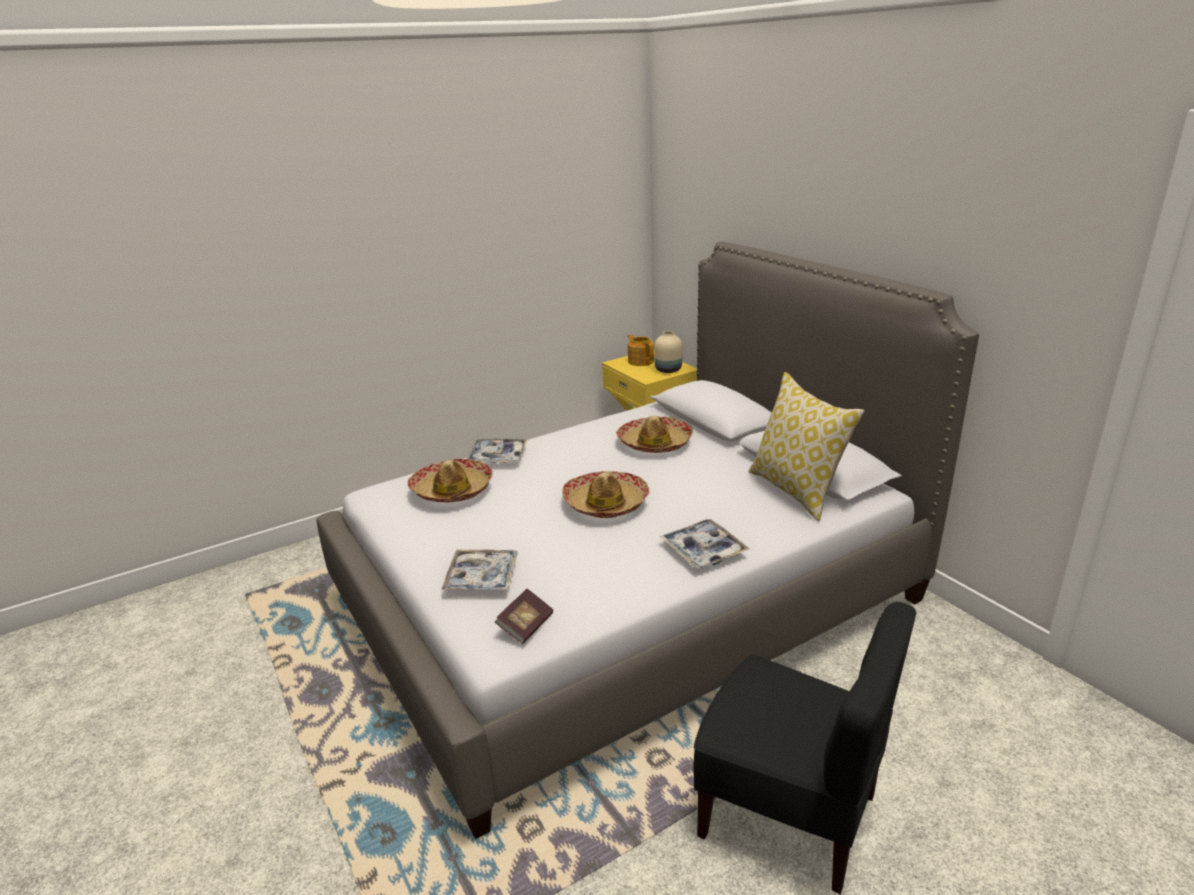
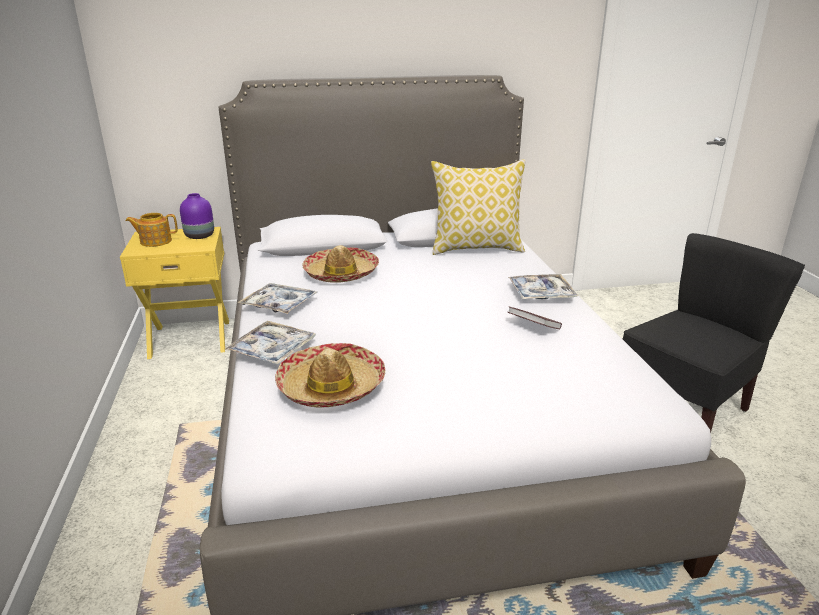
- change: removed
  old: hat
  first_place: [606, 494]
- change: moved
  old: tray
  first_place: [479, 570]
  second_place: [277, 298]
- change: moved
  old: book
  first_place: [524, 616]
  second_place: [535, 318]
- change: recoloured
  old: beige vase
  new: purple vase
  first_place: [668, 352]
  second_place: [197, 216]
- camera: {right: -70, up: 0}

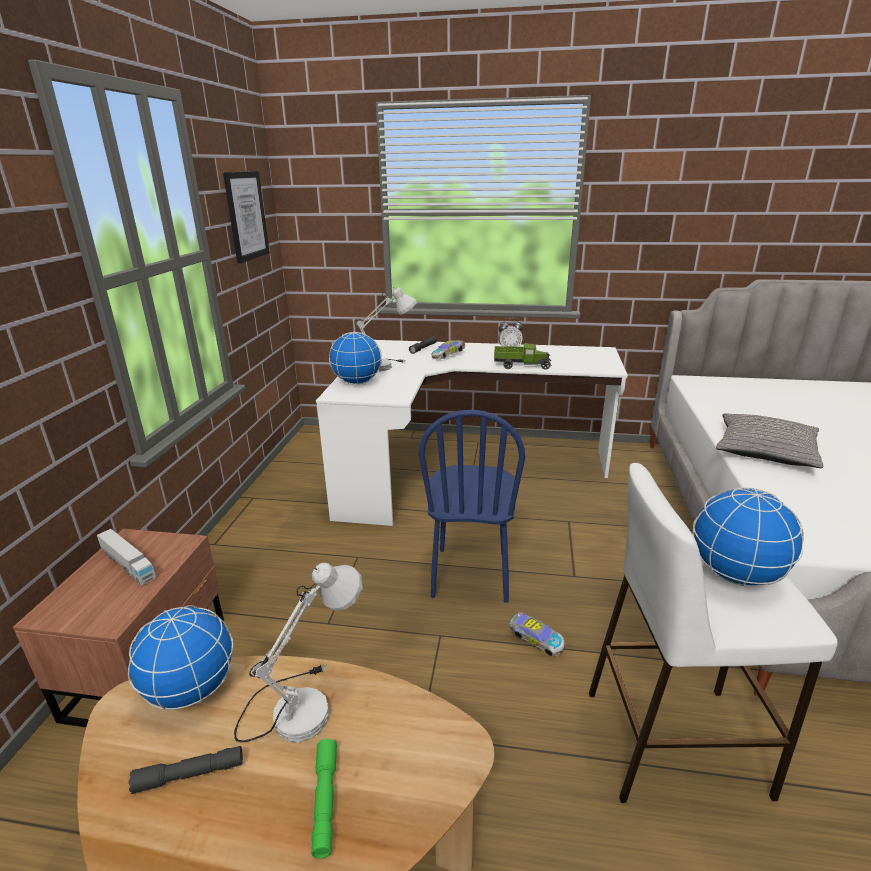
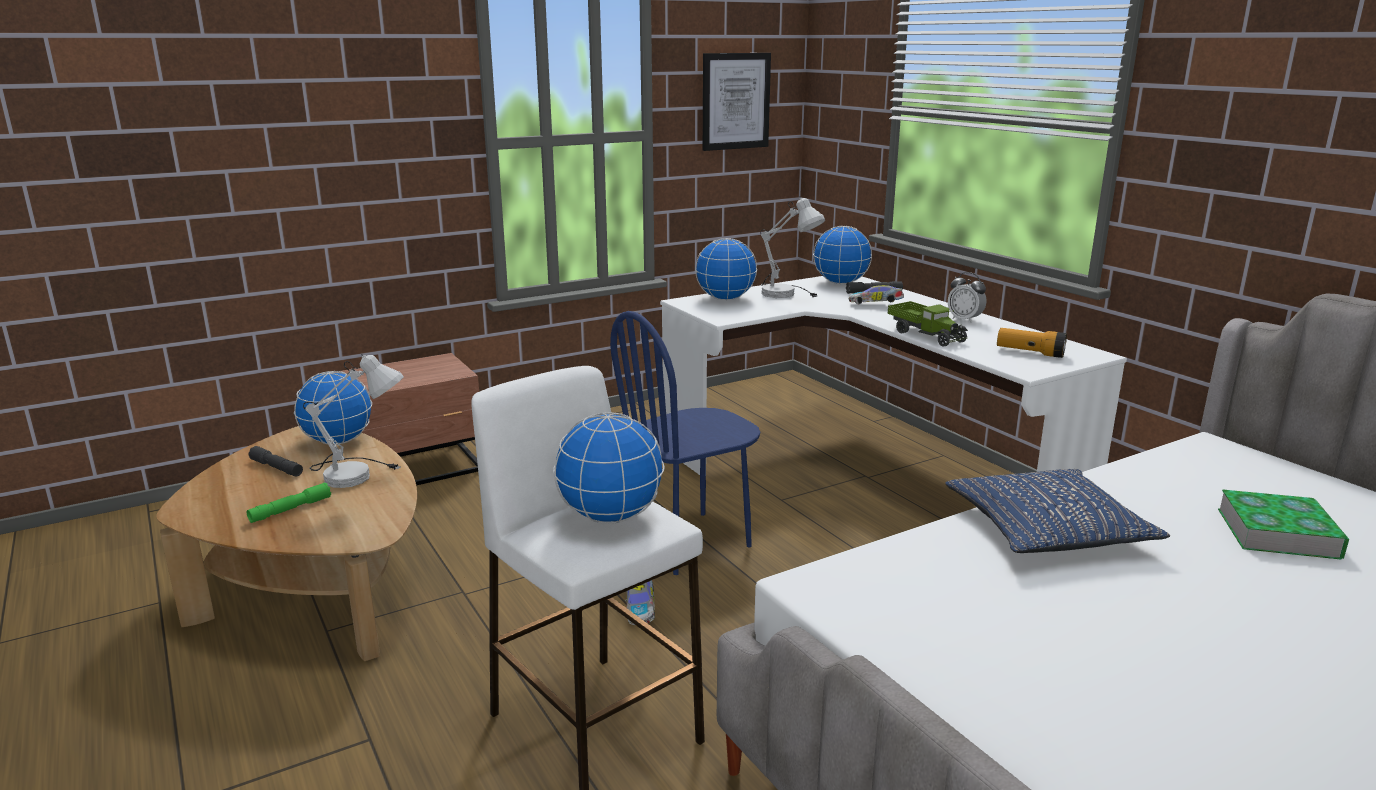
- change: removed
  old: toy truck
  first_place: [126, 557]
- change: added
  new: globe
  second_place: [842, 255]
- change: added
  new: flashlight
  second_place: [1032, 343]
- change: added
  new: book
  second_place: [1283, 524]
- change: recoloured
  old: grey pillow
  new: blue pillow
  first_place: [769, 440]
  second_place: [1057, 511]
- camera: {right: 50, up: -5}

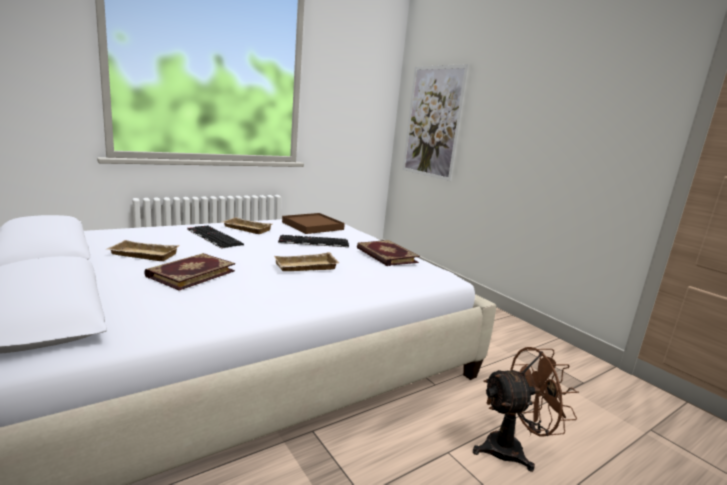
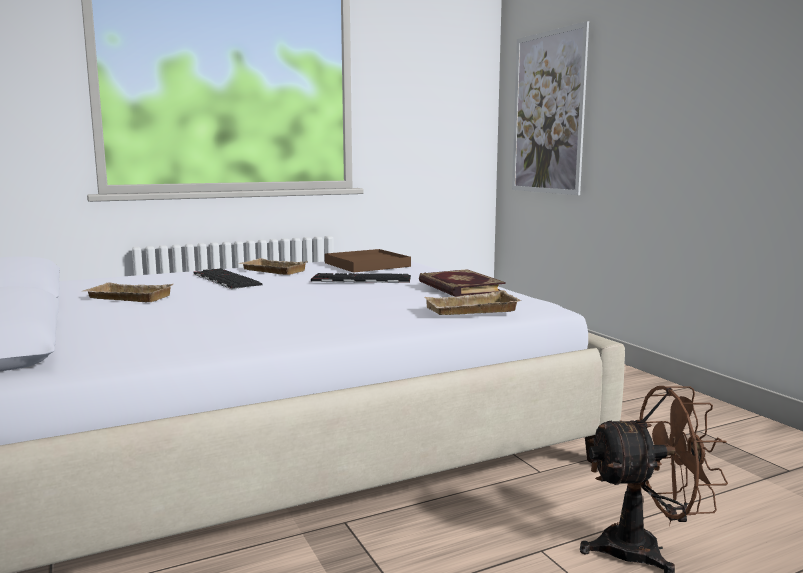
- change: removed
  old: book
  first_place: [189, 272]
- change: moved
  old: beige tray
  first_place: [306, 261]
  second_place: [473, 302]
- camera: {right: 10, up: -5}

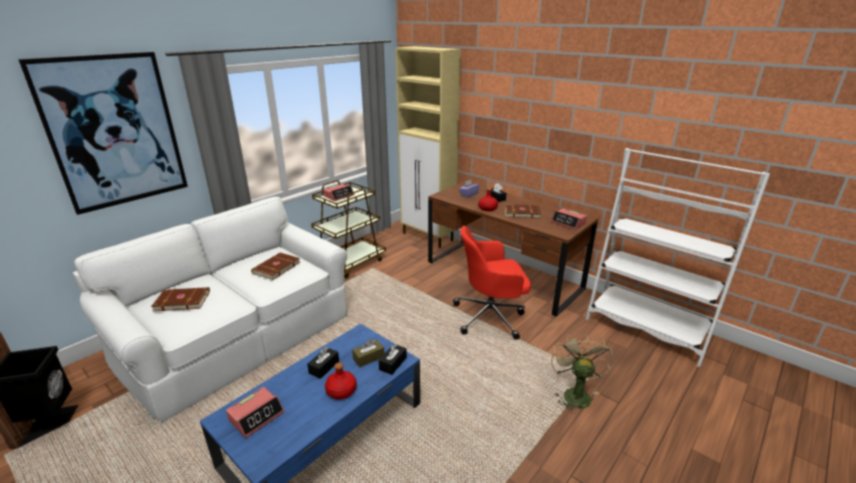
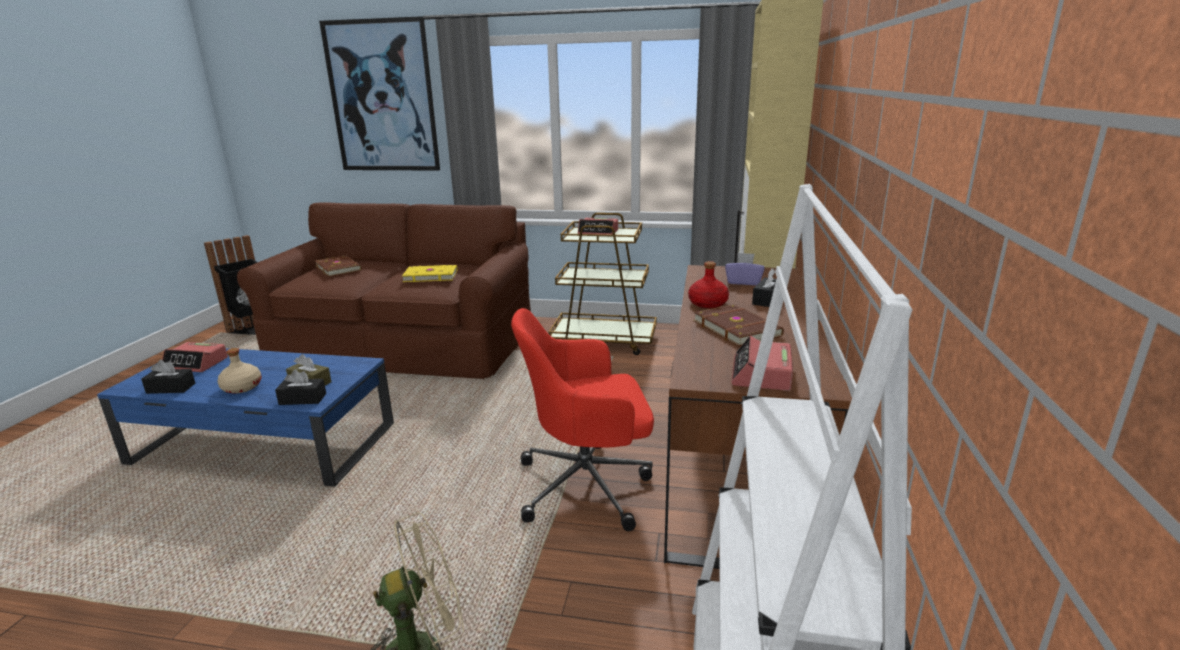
- change: moved
  old: black tissue box
  first_place: [323, 363]
  second_place: [168, 377]
- change: recoloured
  old: white sofa
  new: brown sofa
  first_place: [210, 310]
  second_place: [384, 291]
- change: recoloured
  old: brown book
  new: yellow book
  first_place: [275, 266]
  second_place: [429, 273]
- change: recoloured
  old: red bottle
  new: beige bottle
  first_place: [341, 381]
  second_place: [239, 371]
- change: turned
  old: red office chair
  first_place: [492, 283]
  second_place: [582, 419]
  degrees: -60
- camera: {right: 60, up: -5}

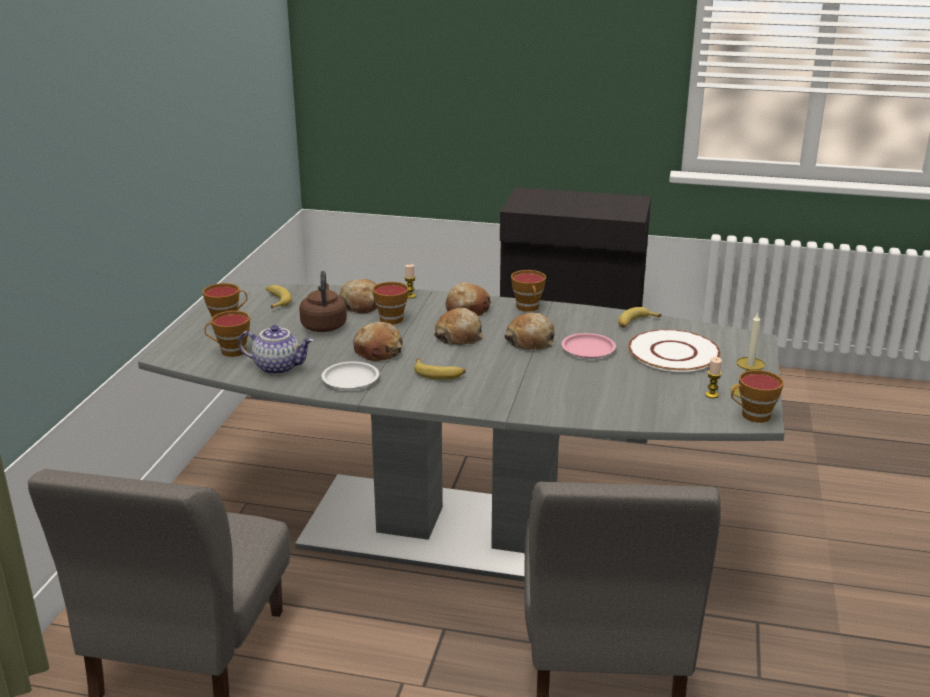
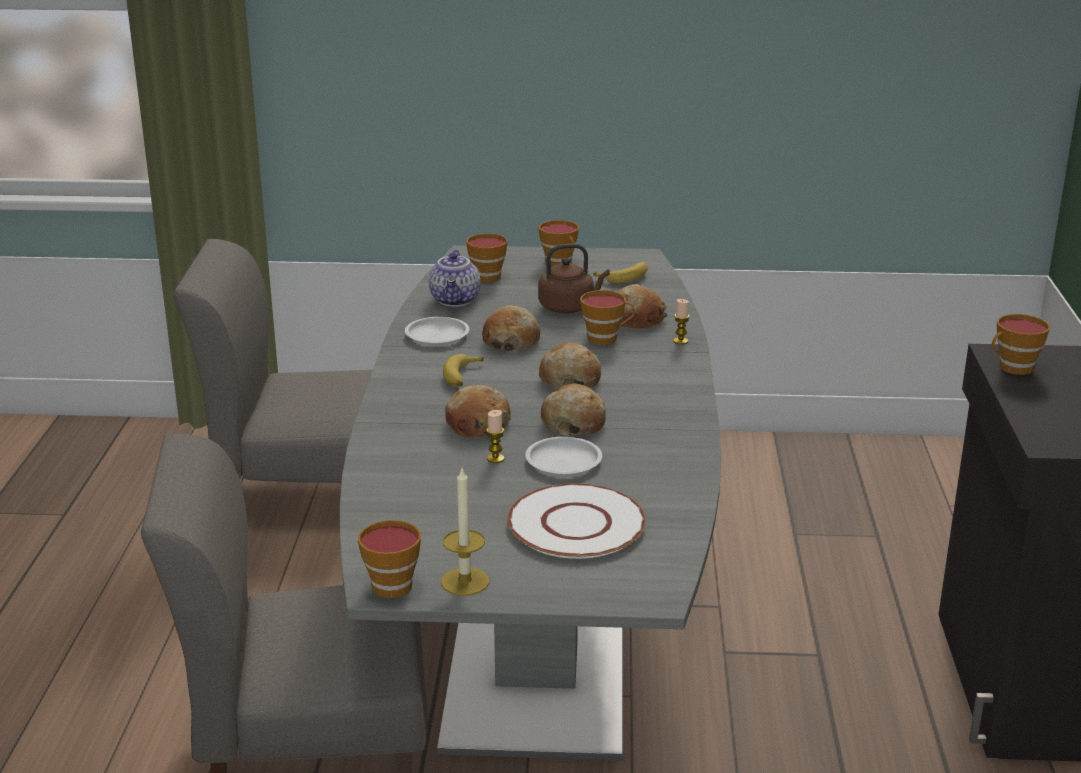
- change: removed
  old: banana
  first_place: [639, 317]
- change: moved
  old: bread
  first_place: [468, 299]
  second_place: [478, 411]
- change: moved
  old: cup
  first_place: [528, 291]
  second_place: [1021, 344]
- change: moved
  old: candle
  first_place: [713, 377]
  second_place: [495, 436]
- change: recoloured
  old: pink plate
  new: white plate
  first_place: [588, 345]
  second_place: [563, 456]
- camera: {right: 80, up: 0}

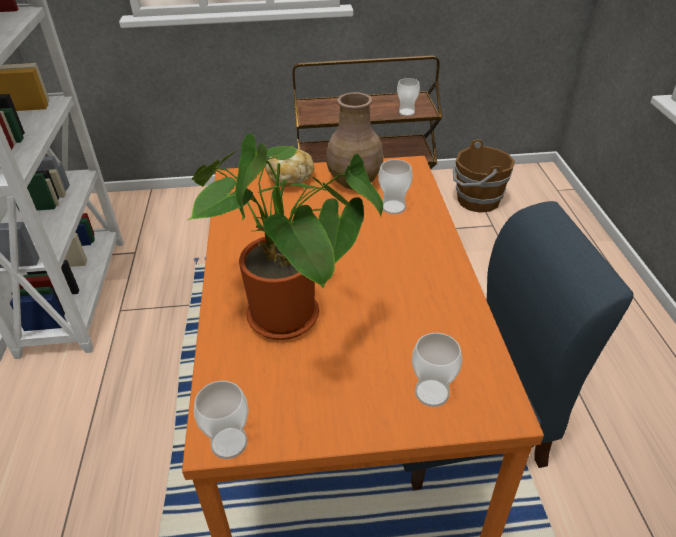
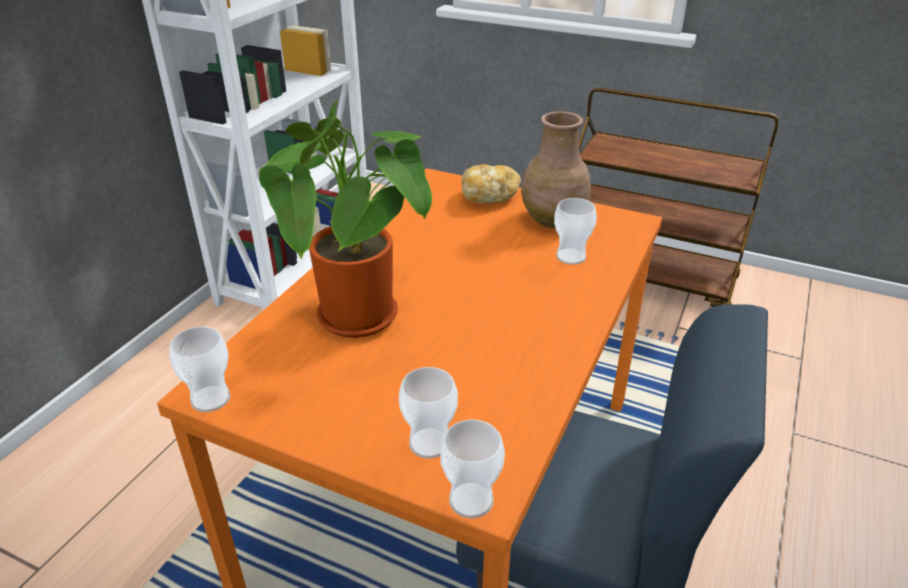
- change: removed
  old: brown bucket
  first_place: [484, 176]
- change: moved
  old: cup
  first_place: [408, 97]
  second_place: [472, 469]
- camera: {right: 30, up: -5}

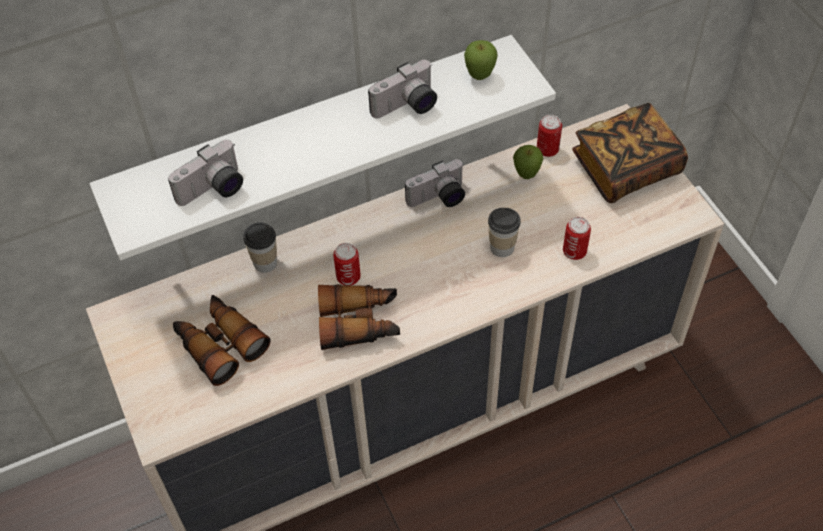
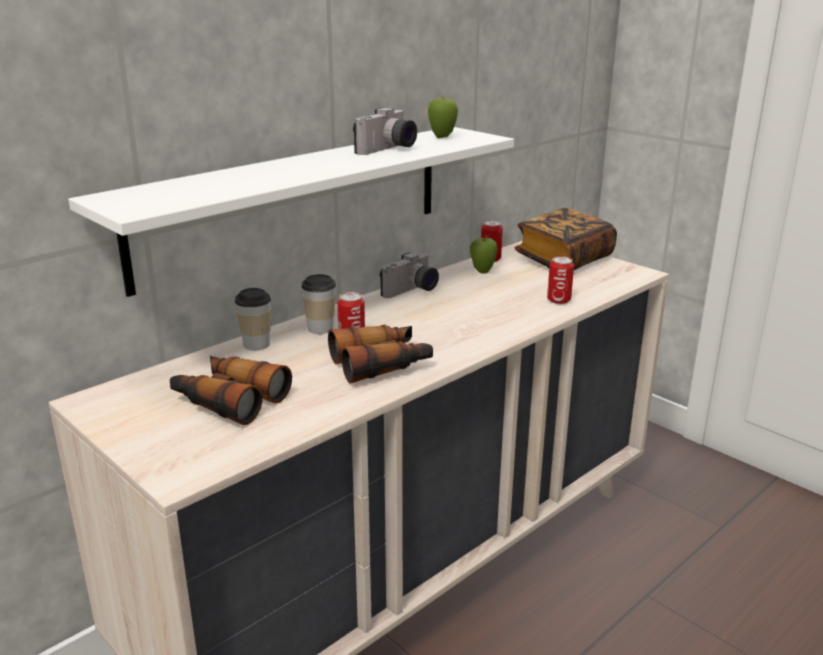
- change: removed
  old: photo camera
  first_place: [205, 173]
- change: moved
  old: cup
  first_place: [504, 232]
  second_place: [319, 304]
- camera: {right: -20, up: -30}

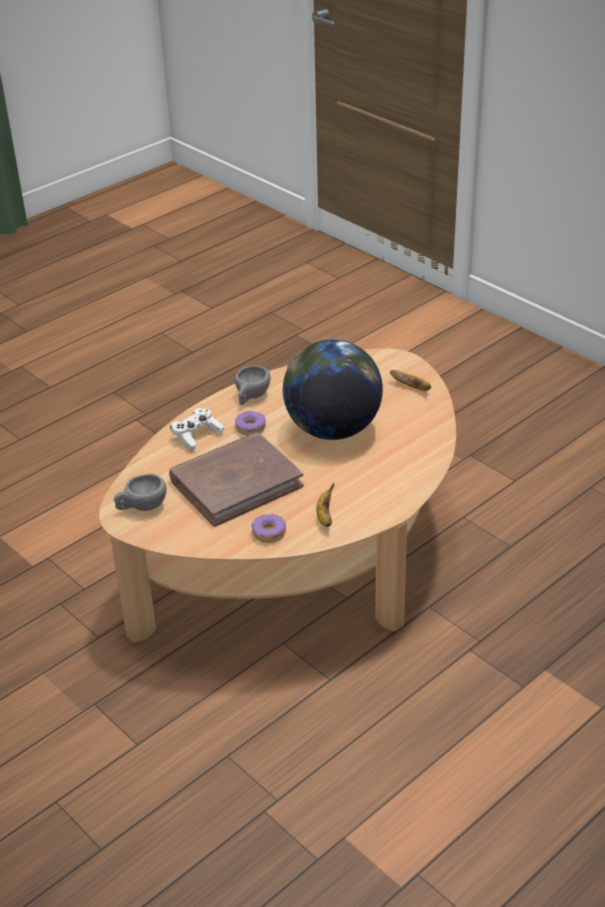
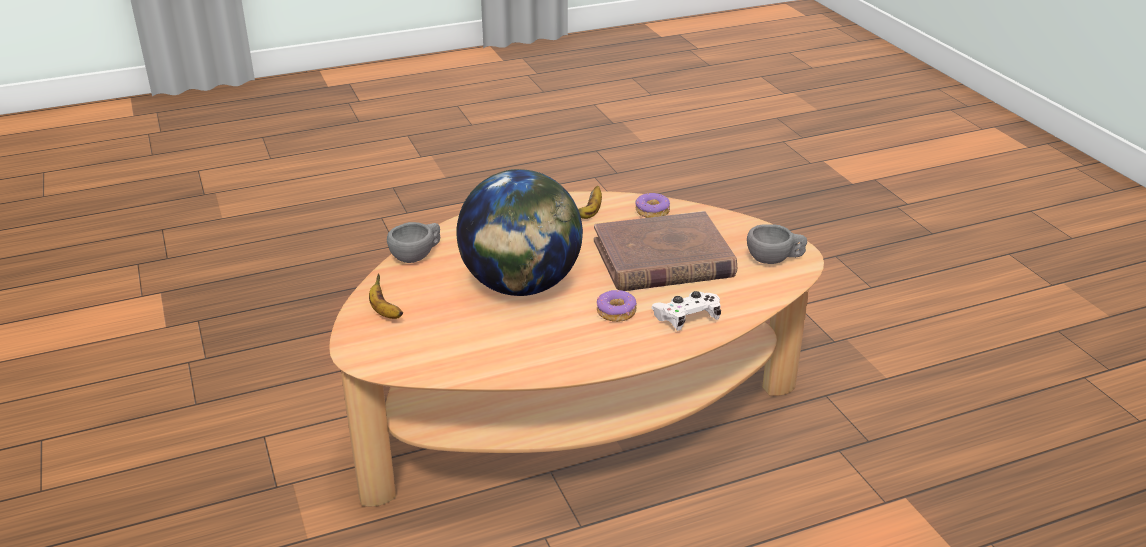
- change: moved
  old: grey cup
  first_place: [253, 385]
  second_place: [413, 242]
- camera: {right: -160, up: -5}

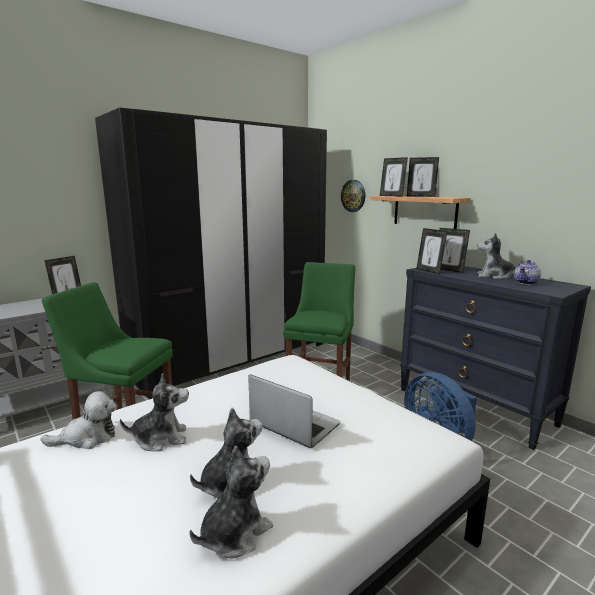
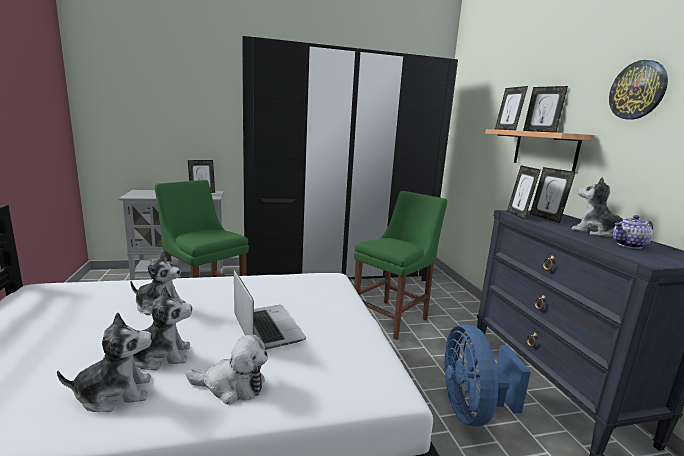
- change: moved
  old: plush toy
  first_place: [79, 420]
  second_place: [227, 369]
- change: moved
  old: wall clock
  first_place: [353, 196]
  second_place: [638, 89]
- camera: {right: 25, up: 0}

